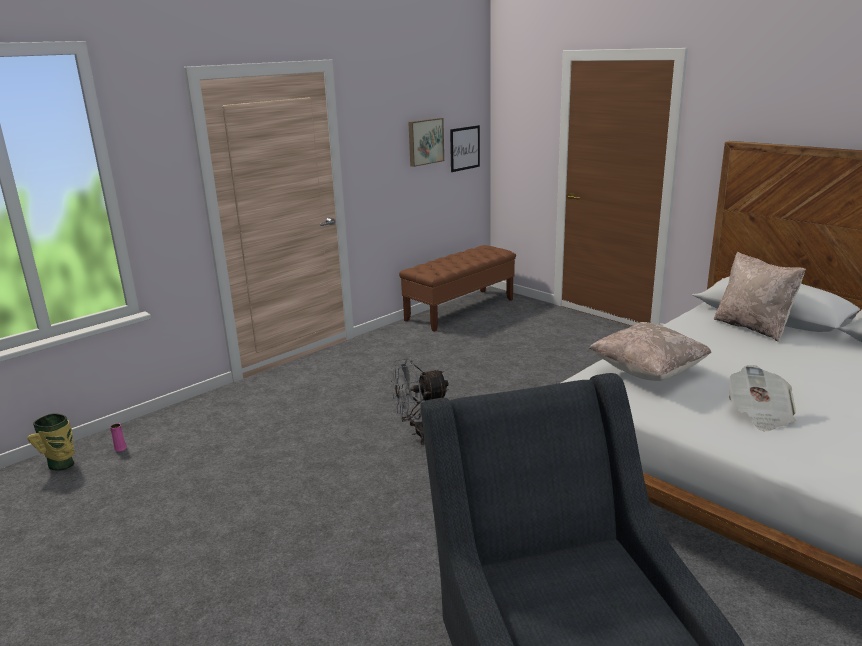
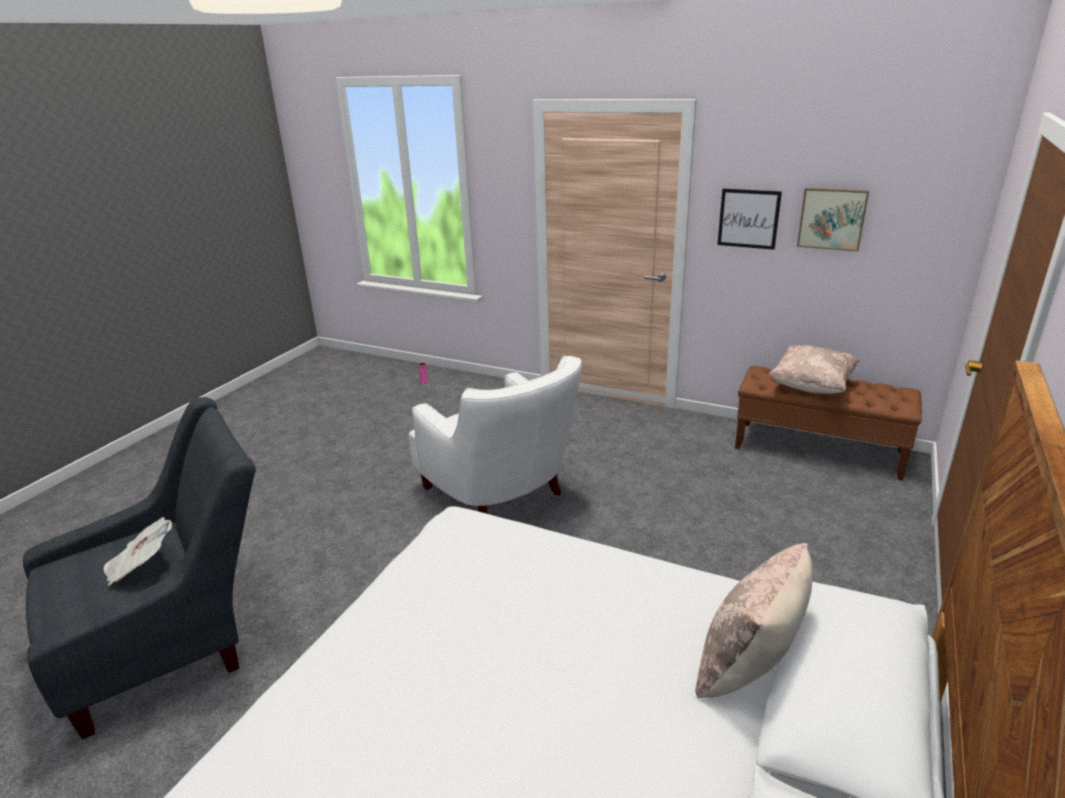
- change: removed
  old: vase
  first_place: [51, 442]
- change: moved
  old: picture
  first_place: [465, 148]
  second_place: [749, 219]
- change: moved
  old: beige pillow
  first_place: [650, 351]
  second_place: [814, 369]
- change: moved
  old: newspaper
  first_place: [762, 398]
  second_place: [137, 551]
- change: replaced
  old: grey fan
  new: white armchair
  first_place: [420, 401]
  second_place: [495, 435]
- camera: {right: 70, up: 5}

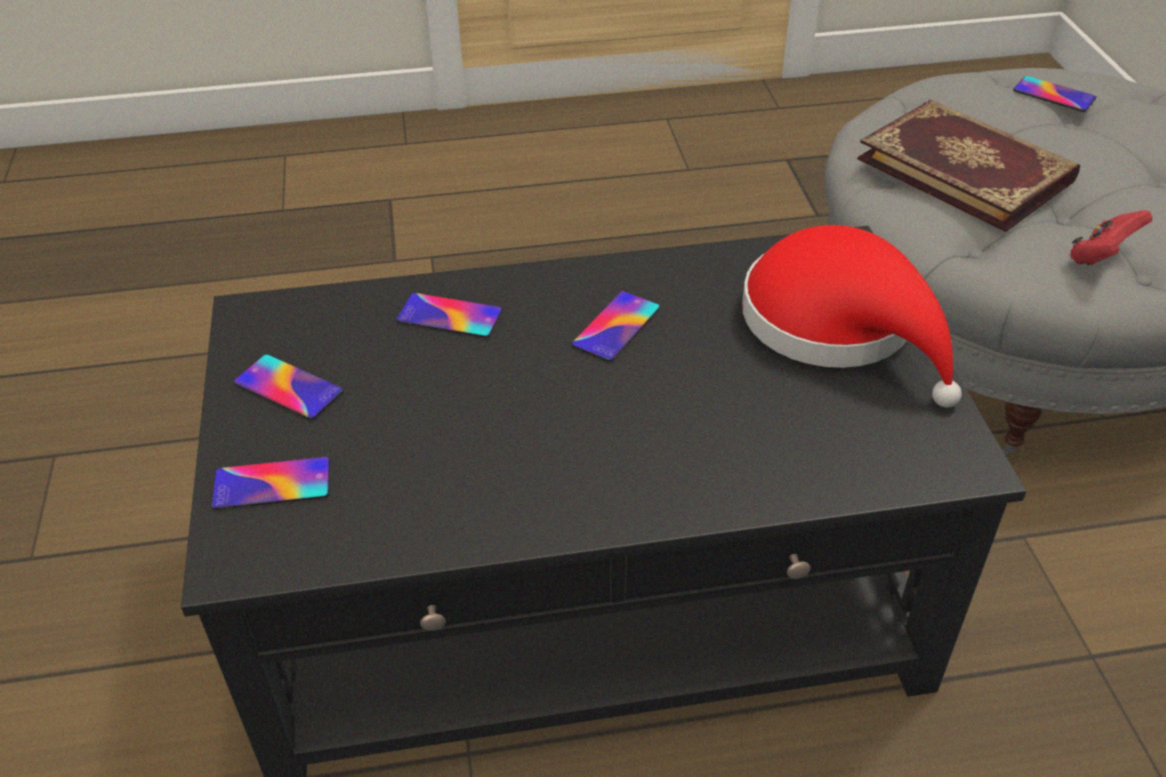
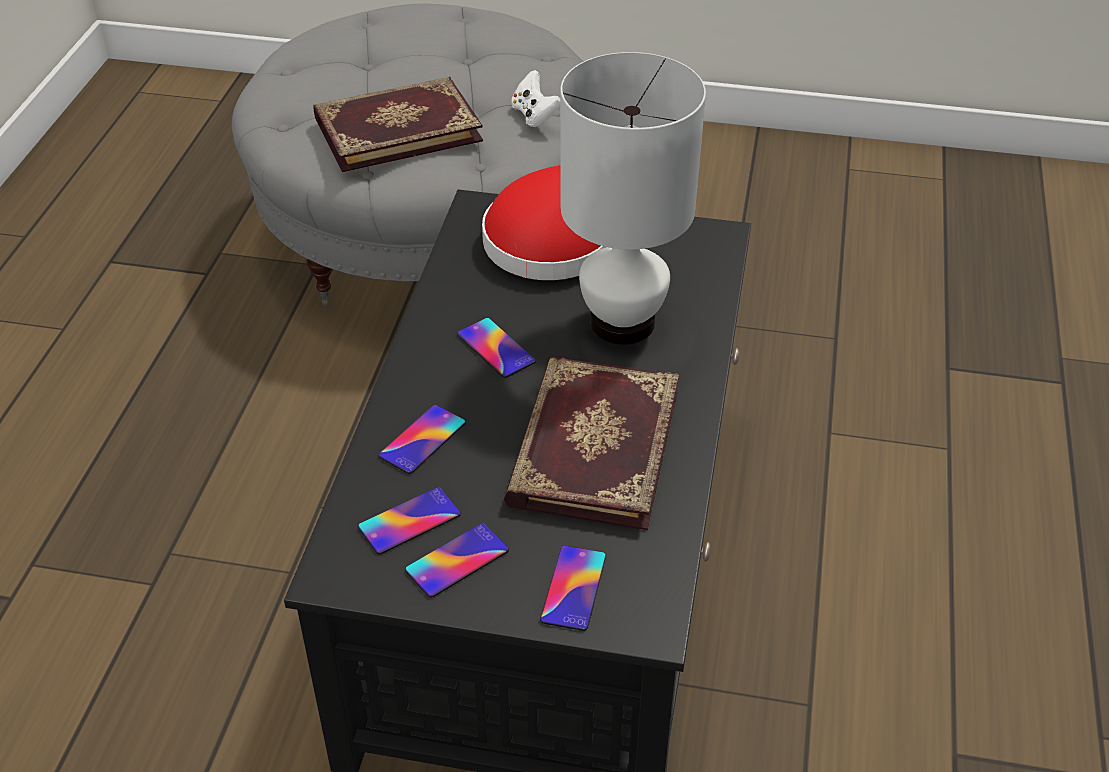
- change: added
  new: book
  second_place: [591, 443]
- change: added
  new: white table lamp
  second_place: [633, 198]
- change: moved
  old: phone
  first_place: [1054, 94]
  second_place: [409, 520]
- change: recoloured
  old: red game controller
  new: white game controller
  first_place: [1111, 238]
  second_place: [535, 98]
- camera: {right: -70, up: 0}

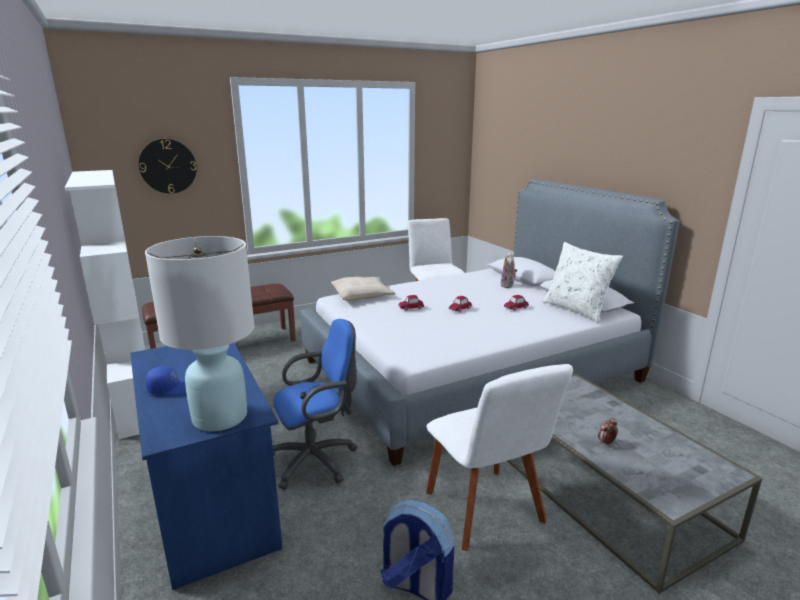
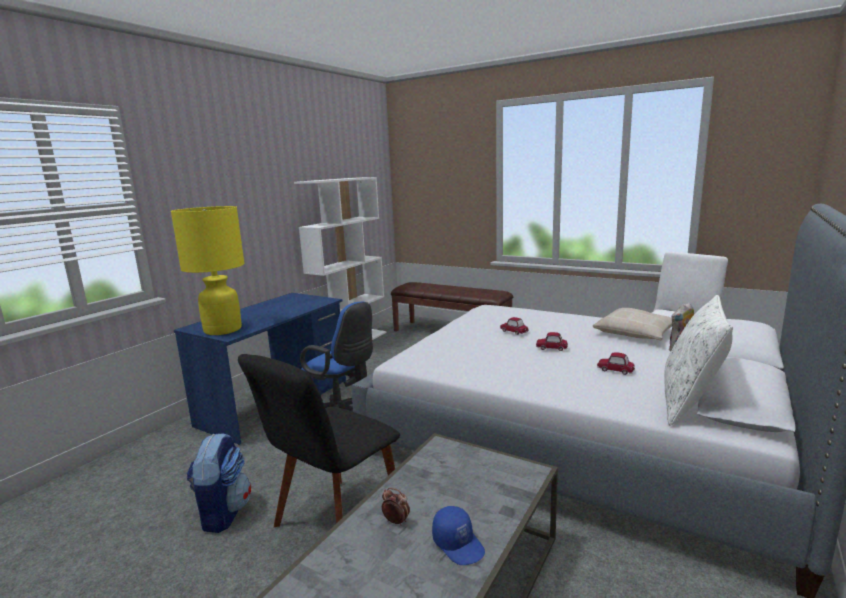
- change: removed
  old: wall clock
  first_place: [168, 166]
- change: moved
  old: blue cap
  first_place: [165, 380]
  second_place: [458, 535]
- change: moved
  old: beige pillow
  first_place: [363, 289]
  second_place: [632, 324]
- change: recoloured
  old: white table lamp
  new: yellow table lamp
  first_place: [200, 333]
  second_place: [208, 270]
- change: recoloured
  old: white chair
  new: black chair
  first_place: [499, 457]
  second_place: [319, 440]
- camera: {right: 60, up: -5}

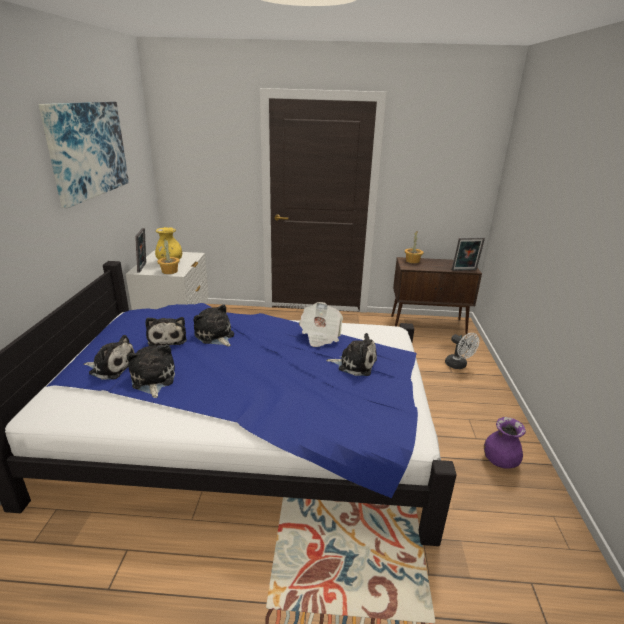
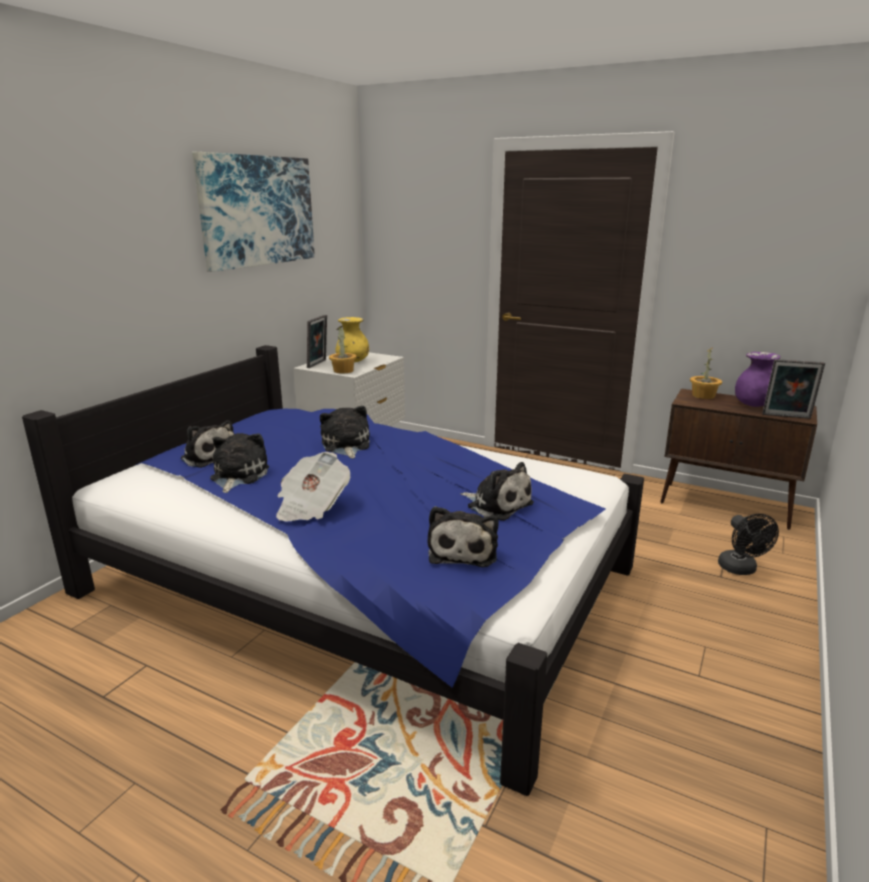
- change: moved
  old: plush toy
  first_place: [166, 332]
  second_place: [463, 536]
- change: moved
  old: newspaper
  first_place: [321, 324]
  second_place: [313, 486]
- change: moved
  old: purple vase
  first_place: [505, 443]
  second_place: [757, 379]
- change: recoloured
  old: white fan
  new: black fan
  first_place: [462, 351]
  second_place: [748, 544]
- camera: {right: 25, up: -5}

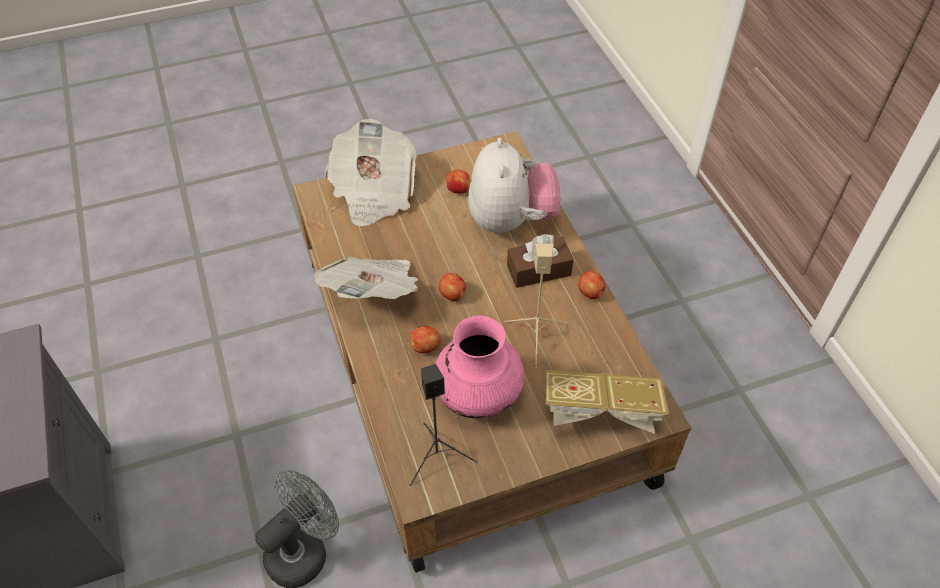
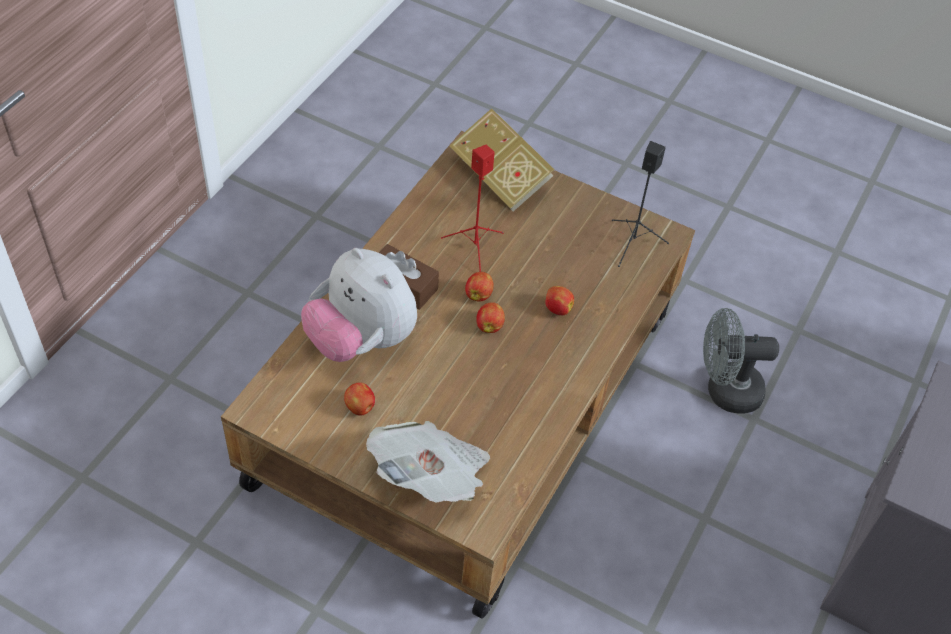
- change: removed
  old: newspaper
  first_place: [366, 278]
- change: removed
  old: pink vase
  first_place: [479, 367]
- change: moved
  old: apple
  first_place: [592, 285]
  second_place: [479, 287]
- change: recoloured
  old: beige speaker
  new: red speaker
  first_place: [535, 306]
  second_place: [472, 208]
- change: turned
  old: plush toy
  first_place: [514, 185]
  second_place: [359, 305]
  degrees: -90
- camera: {right: -135, up: 0}

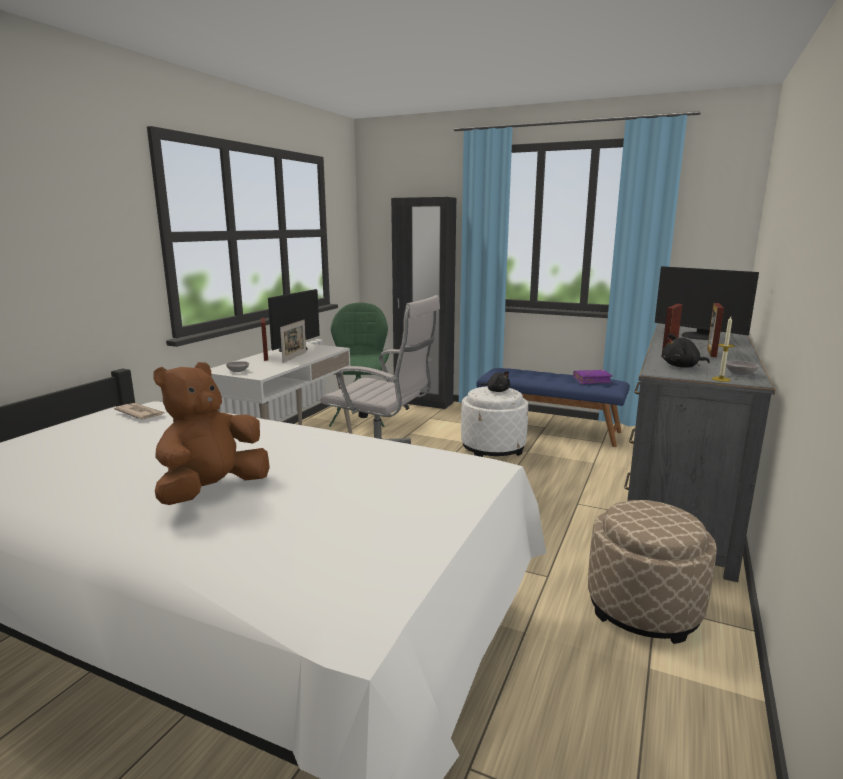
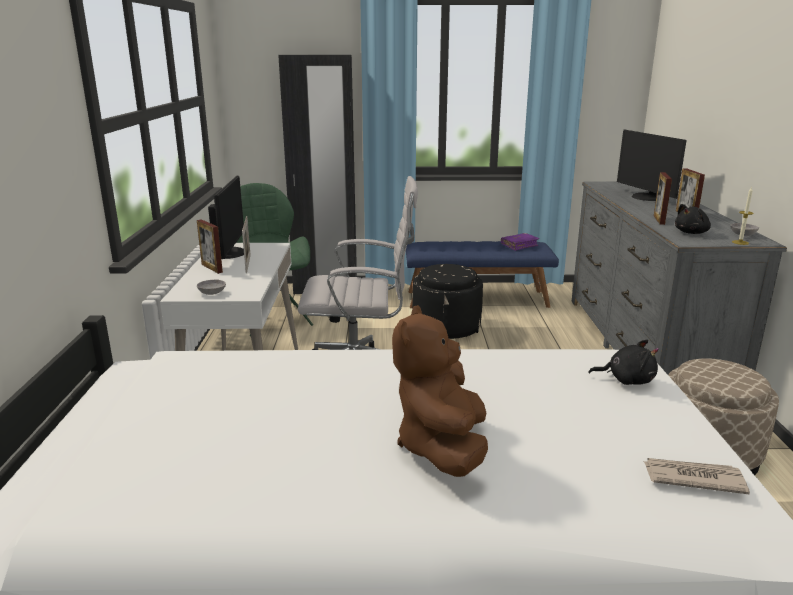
- change: moved
  old: newspaper
  first_place: [140, 411]
  second_place: [697, 476]
- change: moved
  old: black plush toy
  first_place: [495, 381]
  second_place: [624, 362]
- change: recoloured
  old: white ottoman
  new: black ottoman
  first_place: [494, 421]
  second_place: [447, 301]
- change: turned
  old: monitor
  first_place: [707, 303]
  second_place: [651, 165]
  degrees: 45
- camera: {right: -25, up: 5}

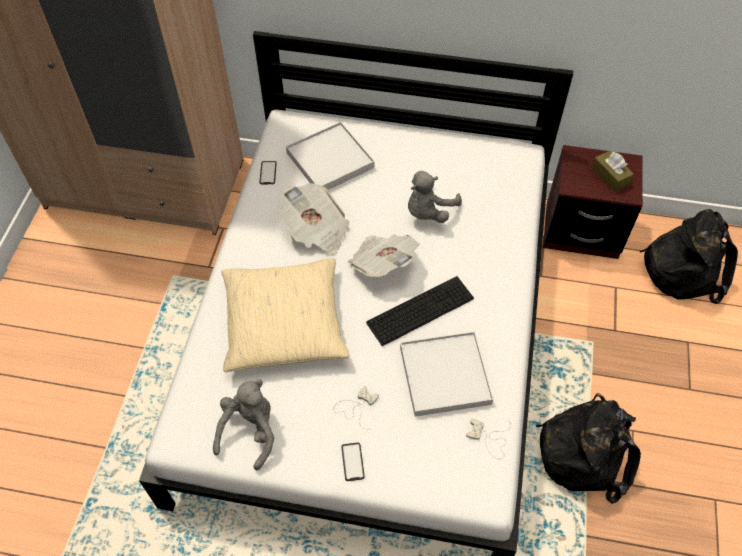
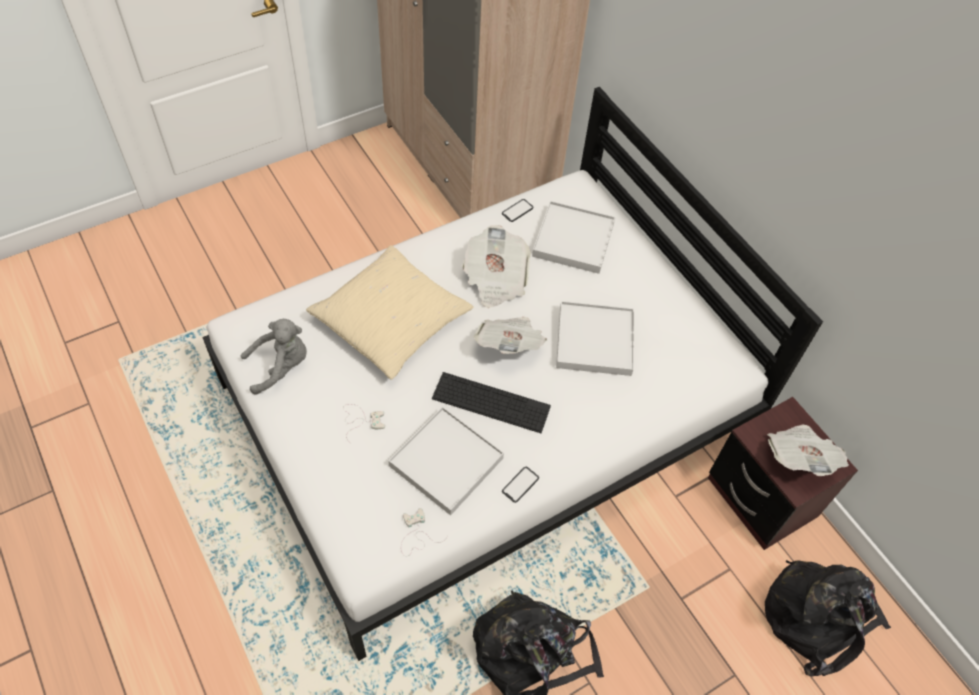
- change: moved
  old: phone
  first_place: [353, 462]
  second_place: [520, 485]
- change: replaced
  old: grey plush toy
  new: white tray
  first_place: [435, 197]
  second_place: [595, 338]
- change: replaced
  old: brown tissue box
  new: newspaper
  first_place: [613, 171]
  second_place: [808, 450]
- camera: {right: 45, up: 0}

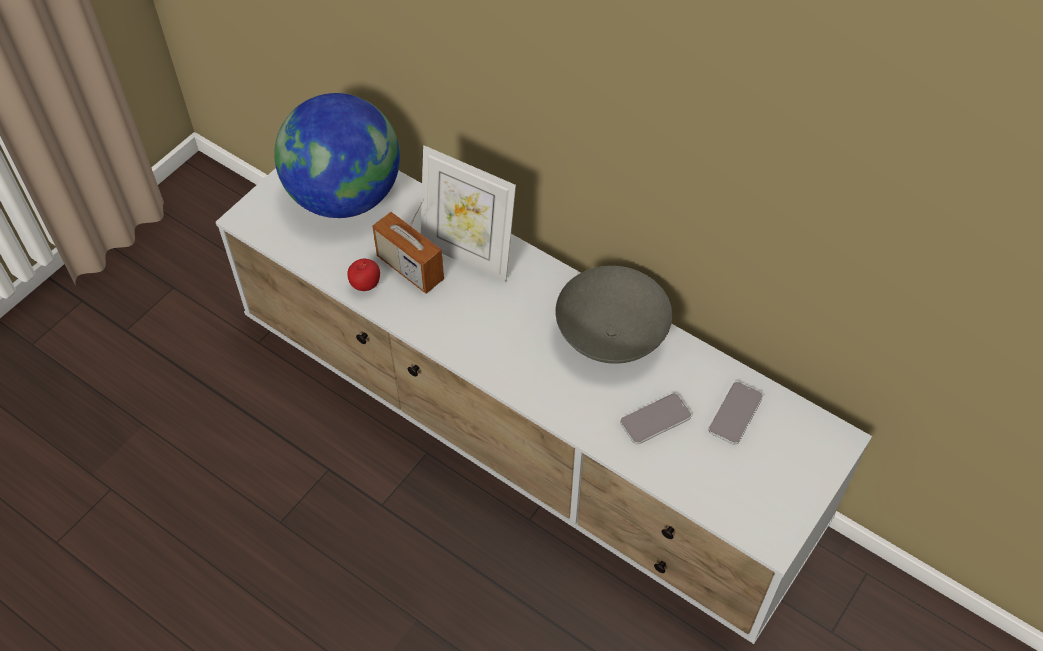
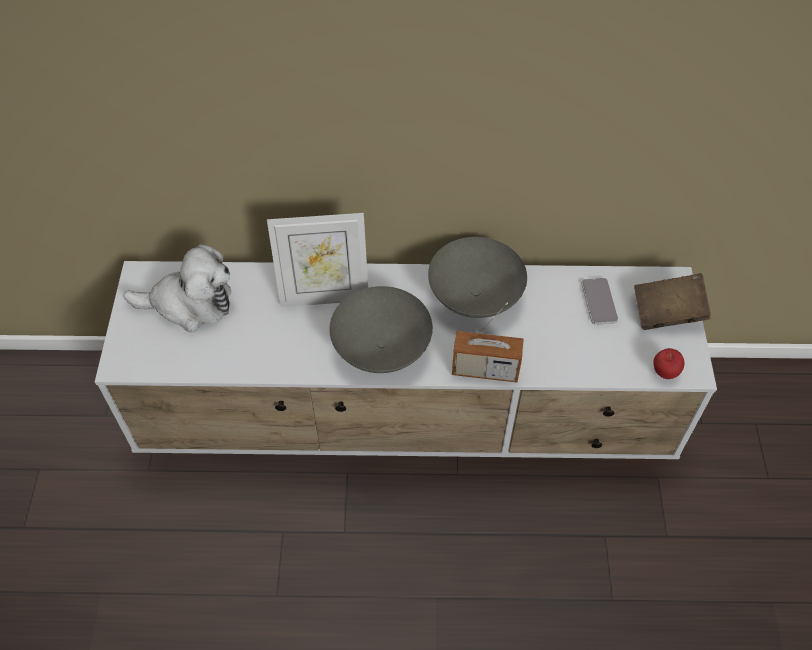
- change: removed
  old: phone
  first_place: [656, 418]
- change: added
  new: grey bowl
  second_place: [381, 329]
- change: added
  new: brown book
  second_place: [672, 301]
- change: moved
  old: apple
  first_place: [363, 275]
  second_place: [668, 363]
- change: moved
  old: radio
  first_place: [408, 246]
  second_place: [488, 342]
- change: replaced
  old: globe
  new: plush toy
  first_place: [337, 155]
  second_place: [177, 288]
- camera: {right: -35, up: 0}

